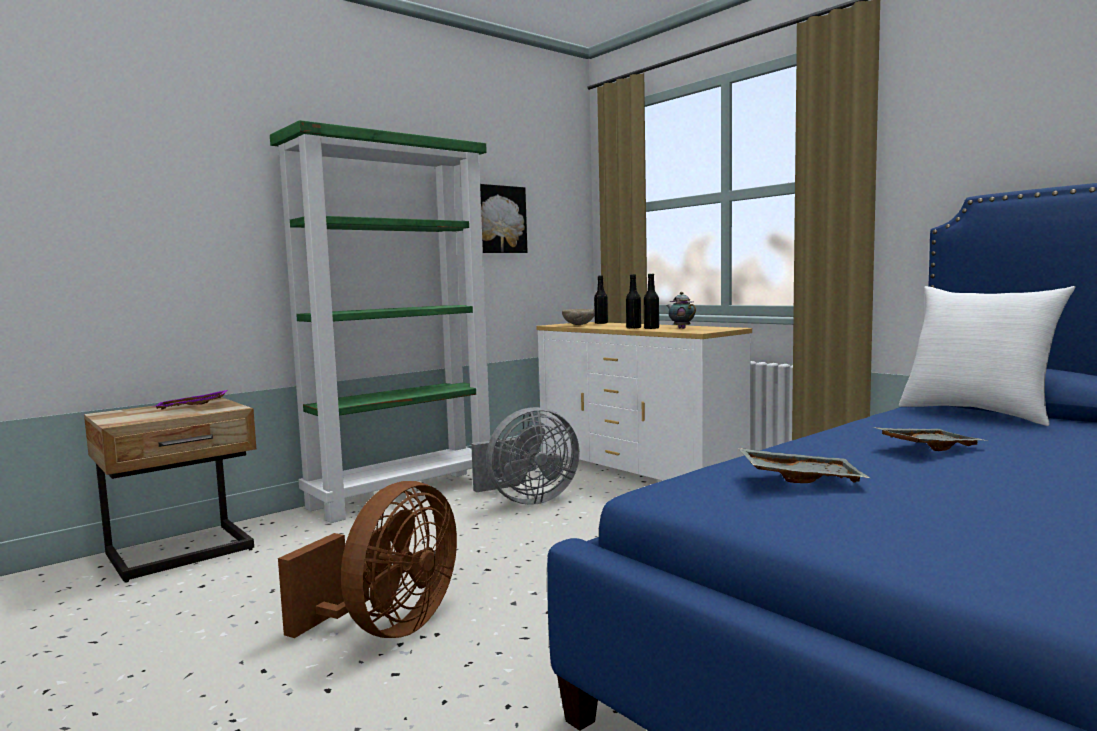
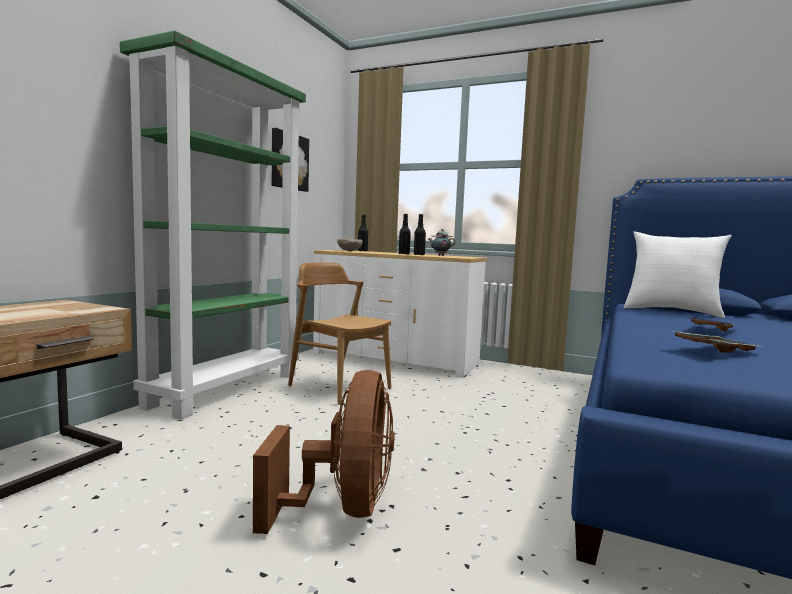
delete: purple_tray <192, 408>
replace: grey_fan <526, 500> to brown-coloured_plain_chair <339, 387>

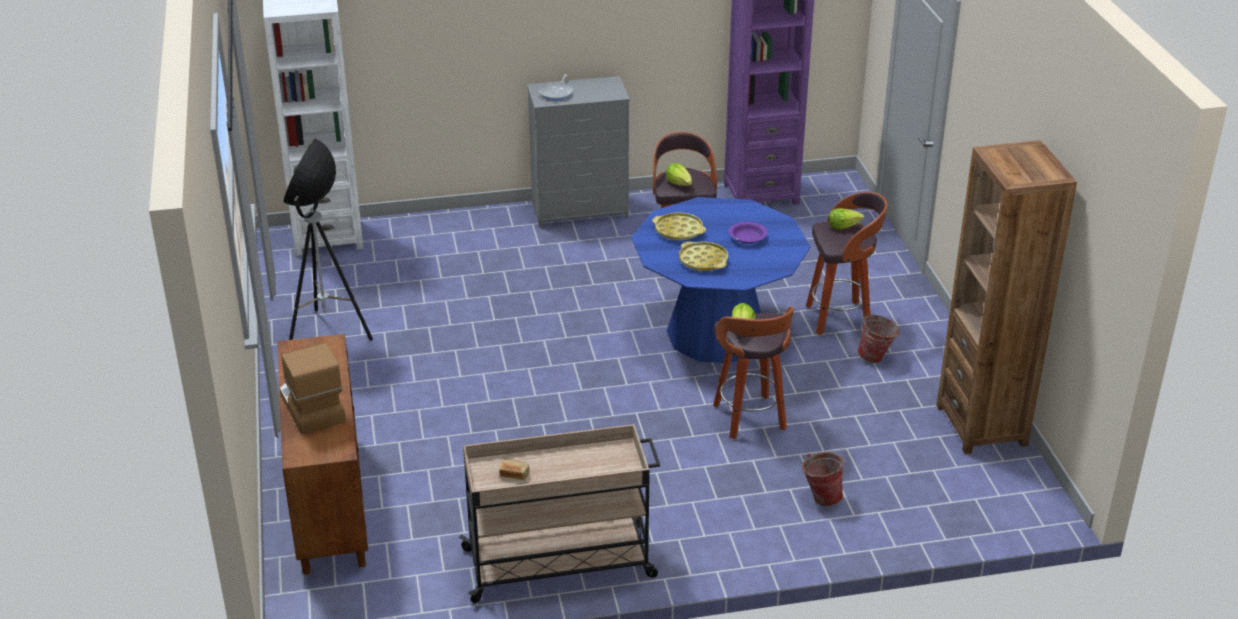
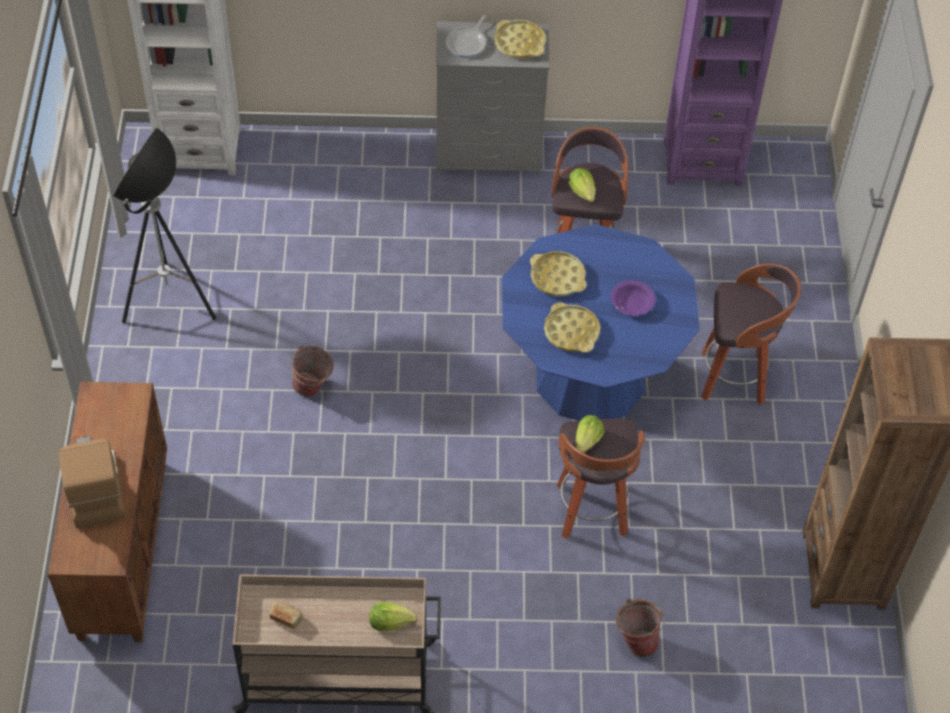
insert: yellowish_tray <519, 43>
move: head_of_lettuce <843, 226> to <391, 621>; water_bucket <876, 358> to <313, 389>

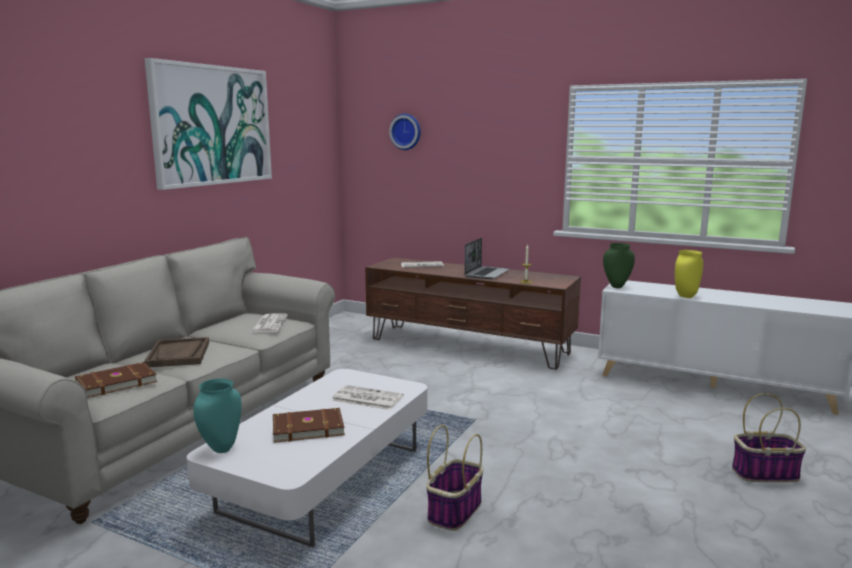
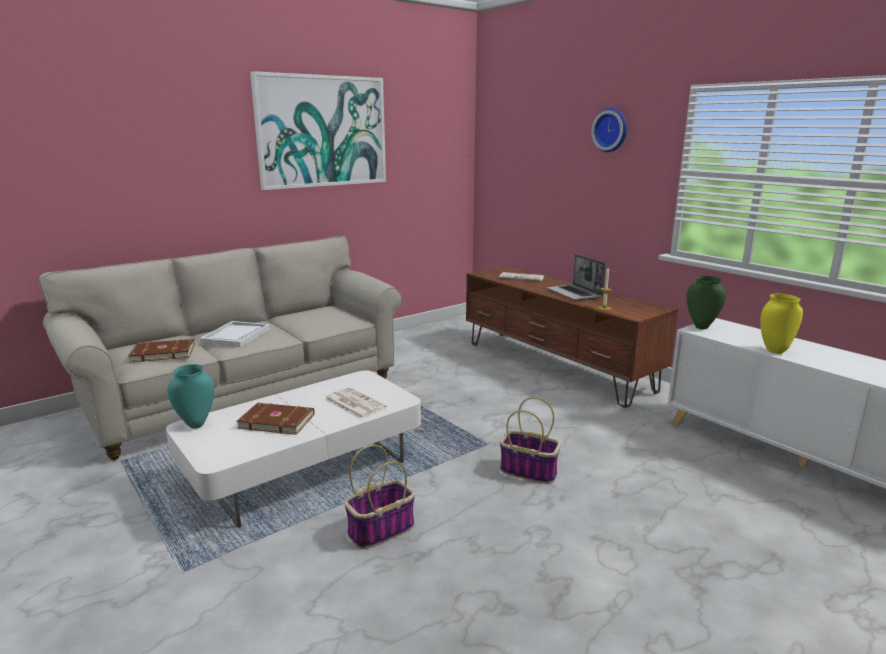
delete: printed_paper <269, 324>
move: clock_on_the_wall <406, 132> to <611, 130>; household_basket <765, 473> to <529, 471>
recolor: brown-coloured_tray <178, 354> to white-coloured_tray <236, 336>
rotate: portable_computer <486, 273> = <575, 294> 105 degrees clockwise

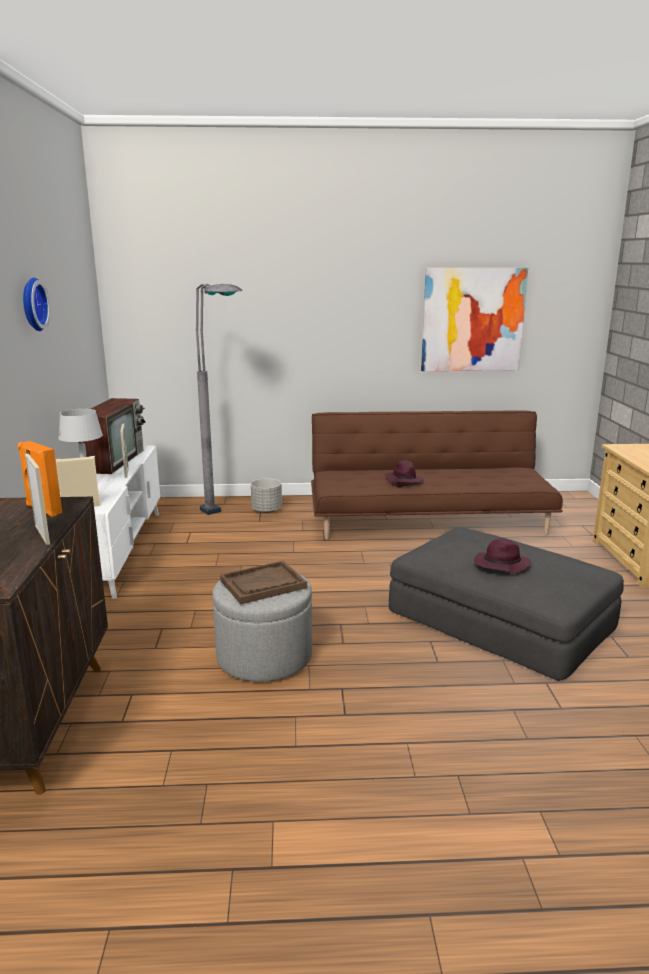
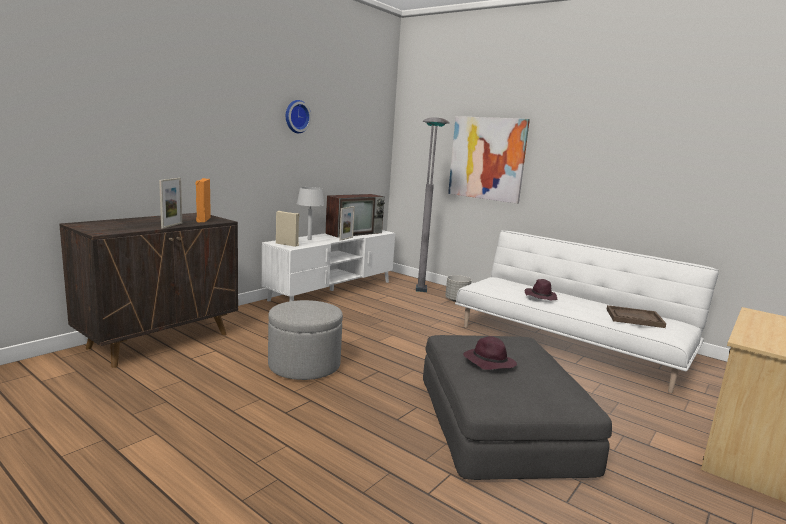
move: brown-coloured_tray <263, 584> to <634, 318>; wall_art <472, 320> to <487, 158>
recolor: brown-coloured_sofa <427, 520> to white-coloured_sofa <569, 344>

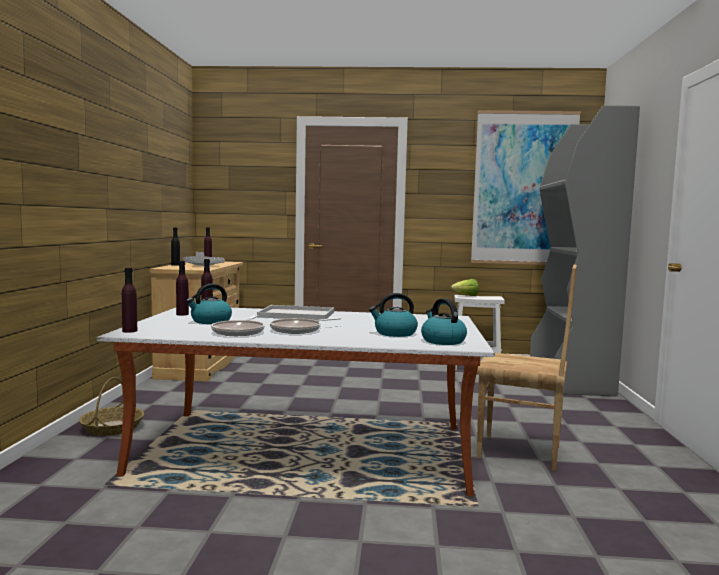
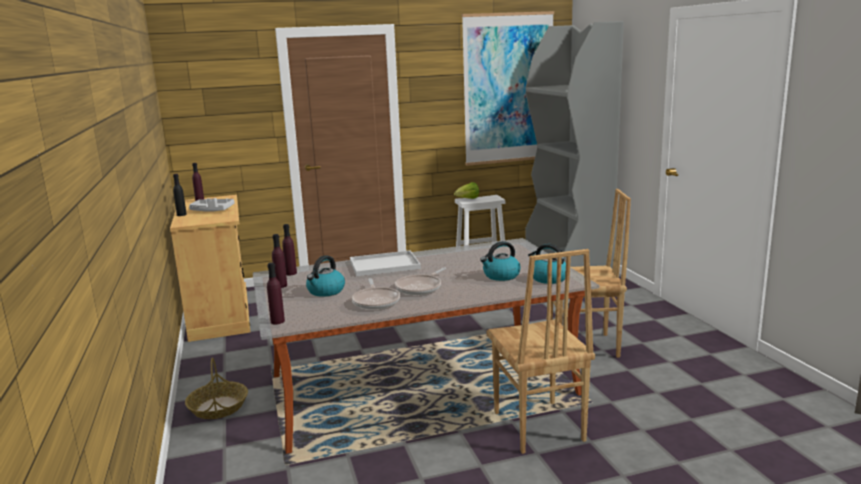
insert: brown-coloured_plain_chair <537, 427>

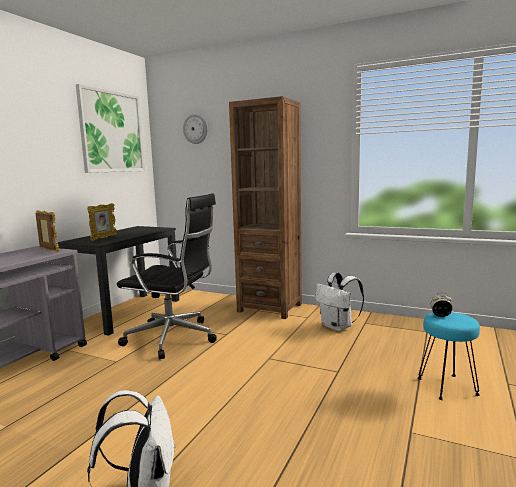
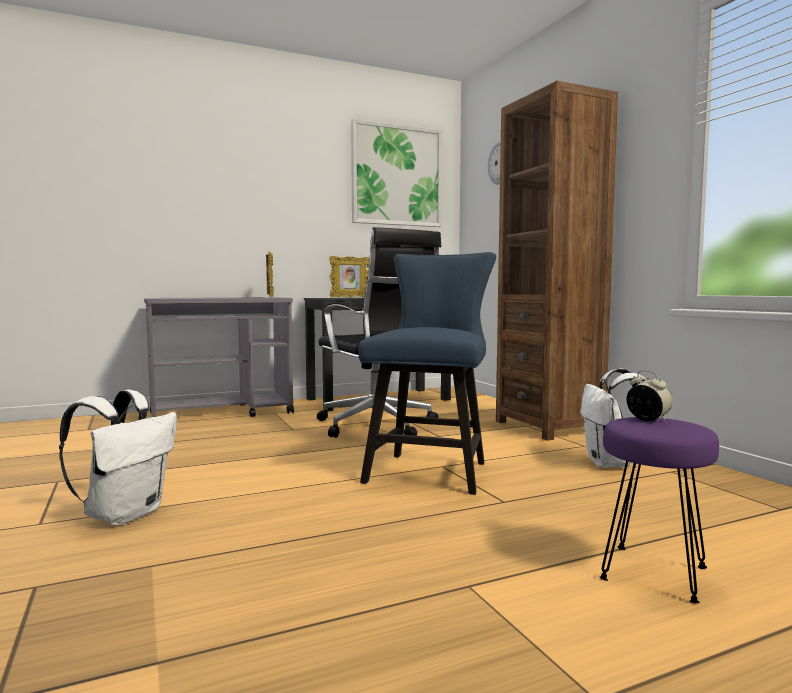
insert: bluish_plain_chair <431, 470>
recolor: turquoise-coloured_stool <446, 387> to purple_stool <652, 572>

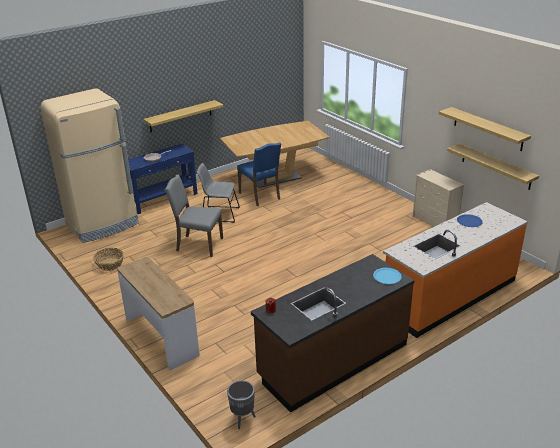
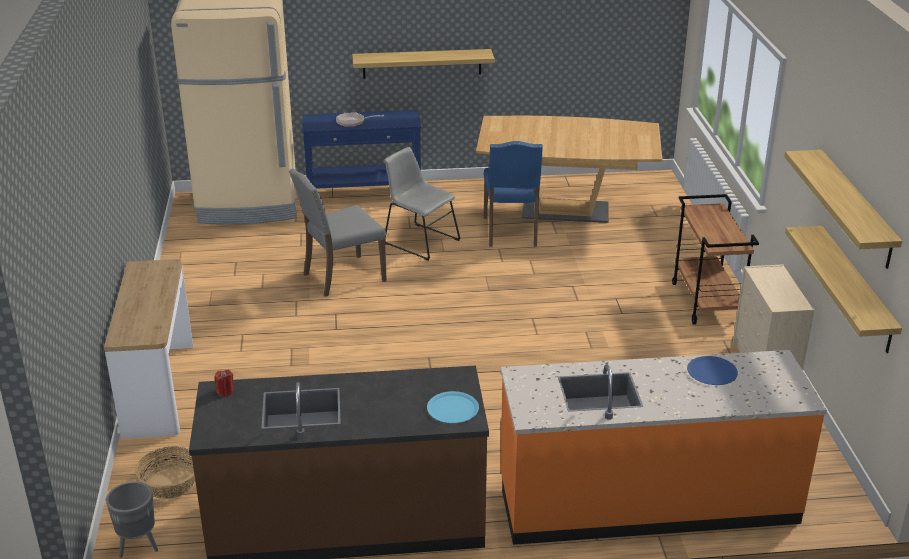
insert: brown-coloured_wheeled_cart <707, 302>
move: household_basket <110, 264> to <170, 483>
rotate: grey_plain_chair <198, 245> = <341, 277> 75 degrees counterclockwise

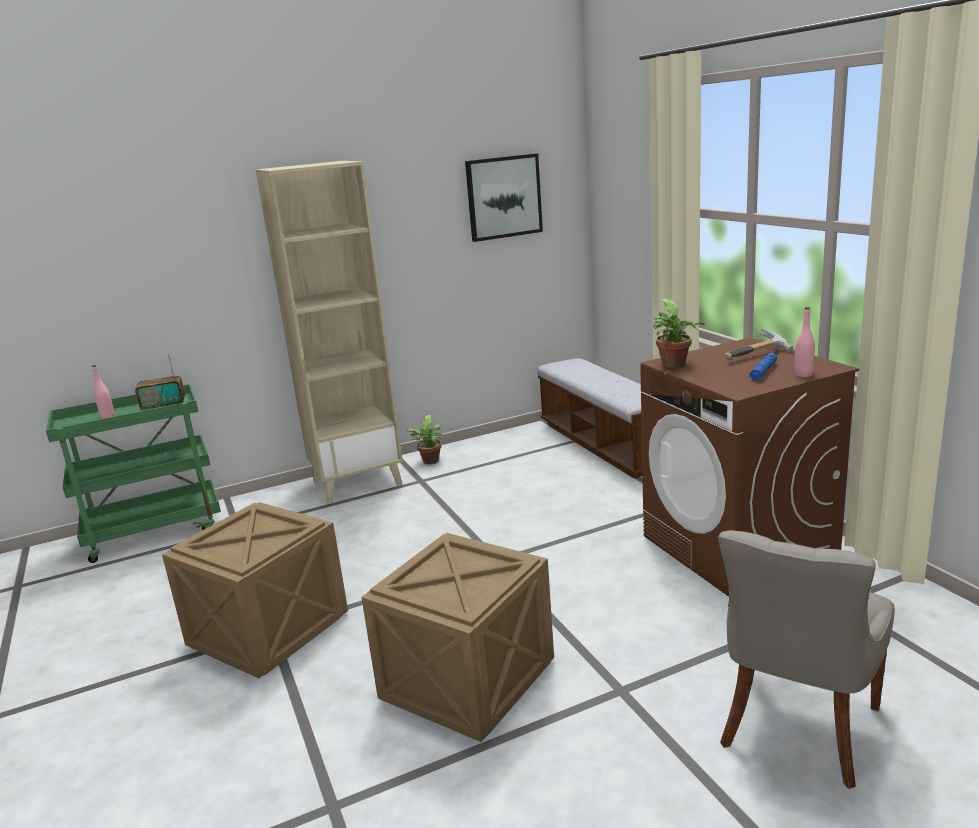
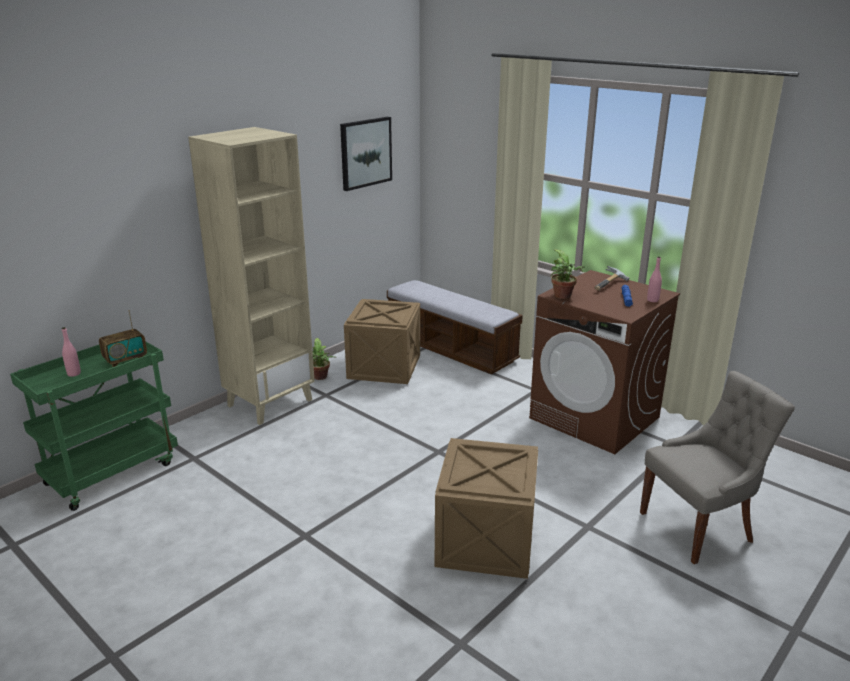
move: packing_crate <267, 631> to <384, 368>
rotate: grey_plain_chair <796, 728> = <699, 527> 120 degrees counterclockwise

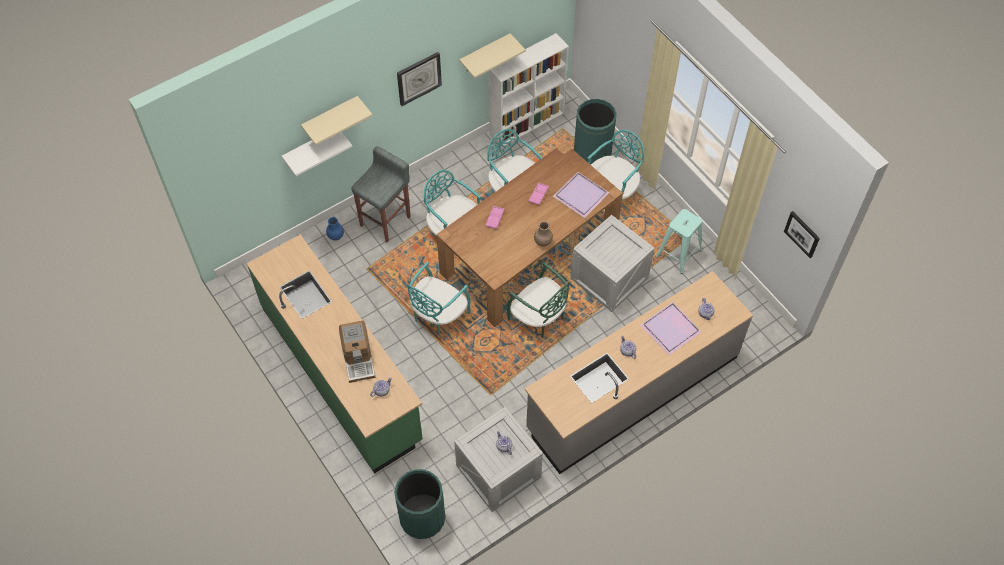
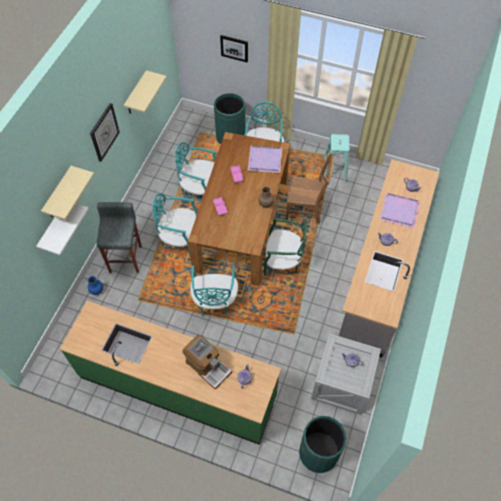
delete: white-coloured_bookcase <527, 123>
move: wall_art <802, 234> to <234, 48>
replace: packing_crate <609, 278> to brown-coloured_plain_chair <306, 209>

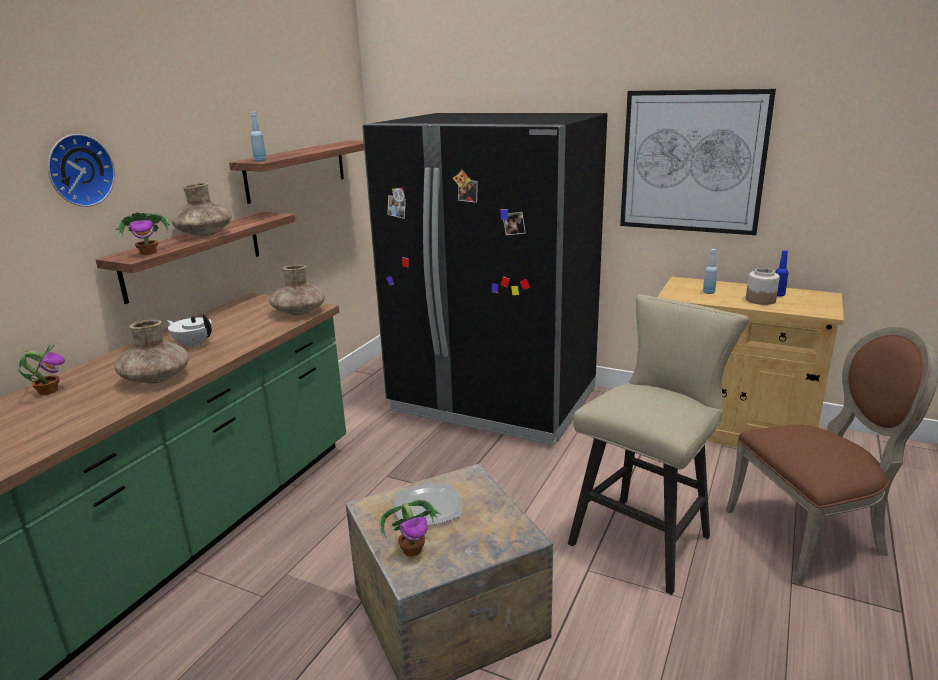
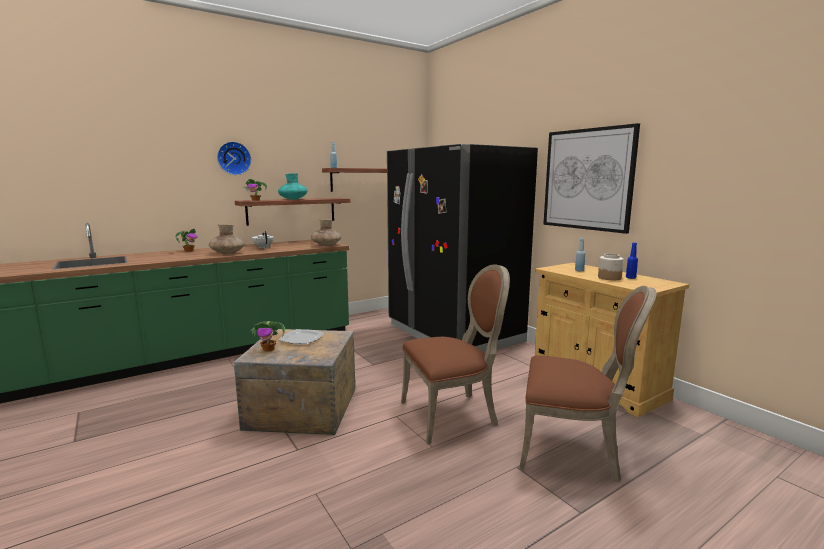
replace: sand-coloured_stool <646, 537> to brown-coloured_plain_chair <452, 414>
recolor: brown-coloured_vase <204, 234> to turquoise-coloured_vase <293, 199>

